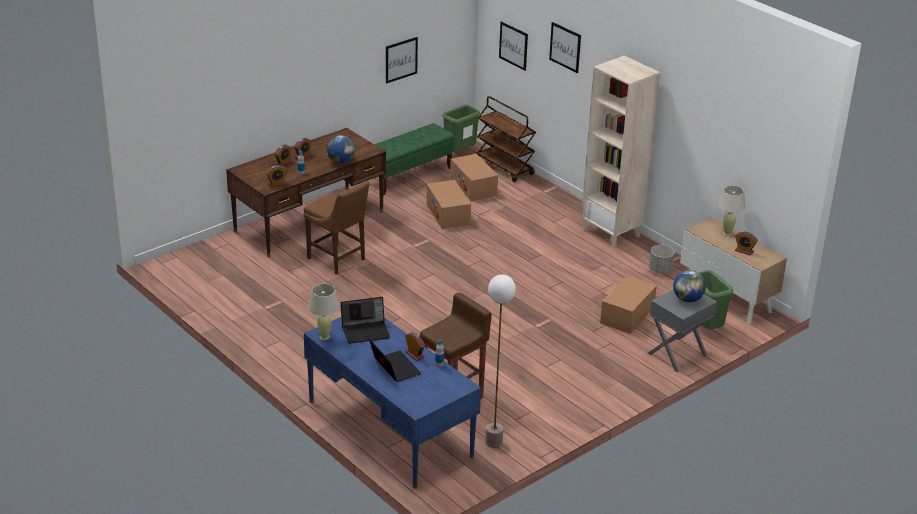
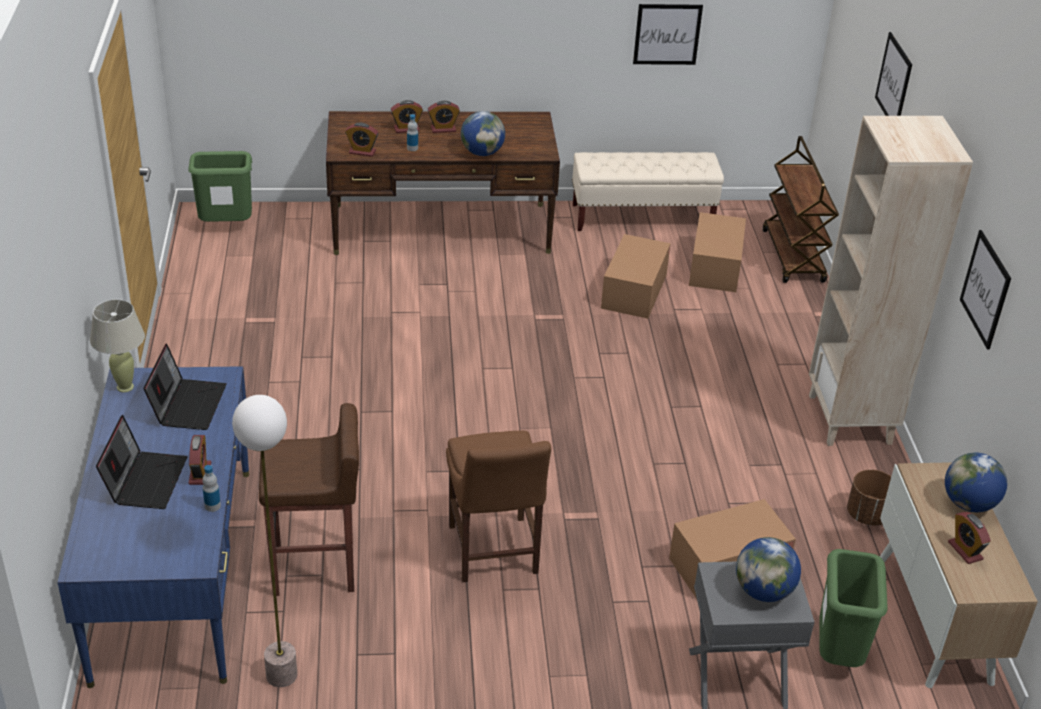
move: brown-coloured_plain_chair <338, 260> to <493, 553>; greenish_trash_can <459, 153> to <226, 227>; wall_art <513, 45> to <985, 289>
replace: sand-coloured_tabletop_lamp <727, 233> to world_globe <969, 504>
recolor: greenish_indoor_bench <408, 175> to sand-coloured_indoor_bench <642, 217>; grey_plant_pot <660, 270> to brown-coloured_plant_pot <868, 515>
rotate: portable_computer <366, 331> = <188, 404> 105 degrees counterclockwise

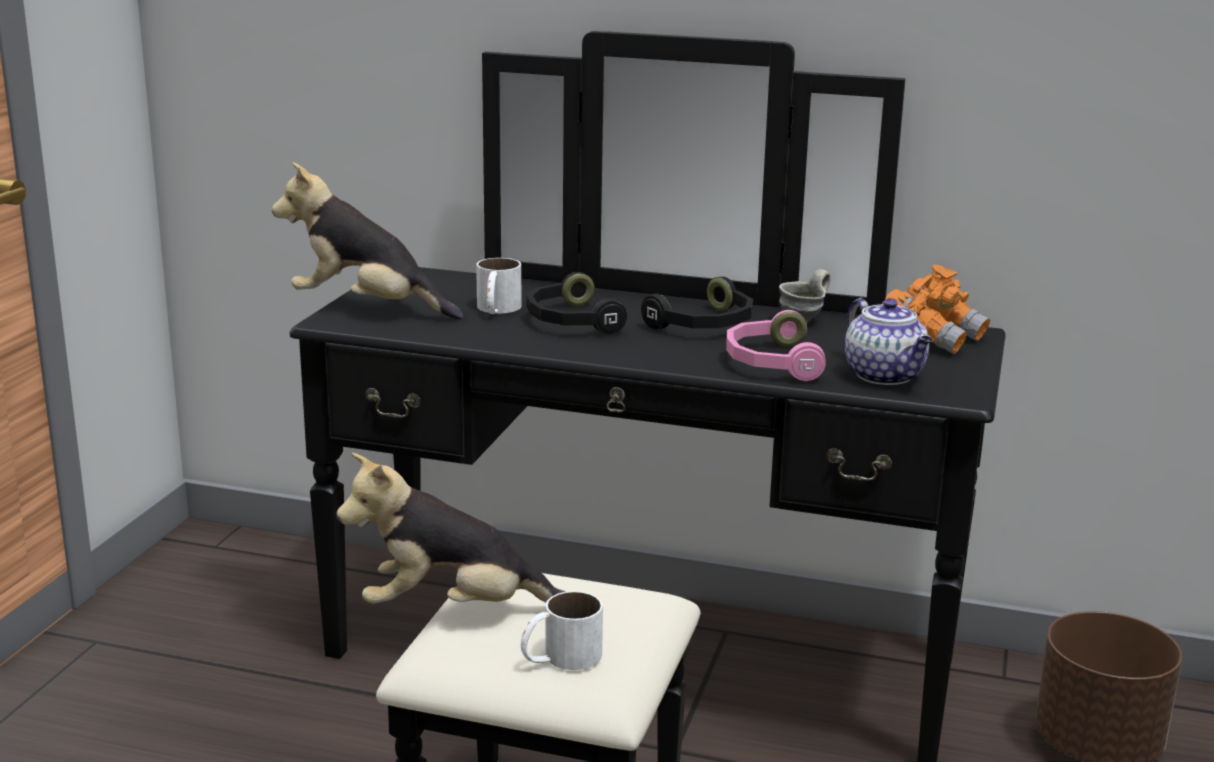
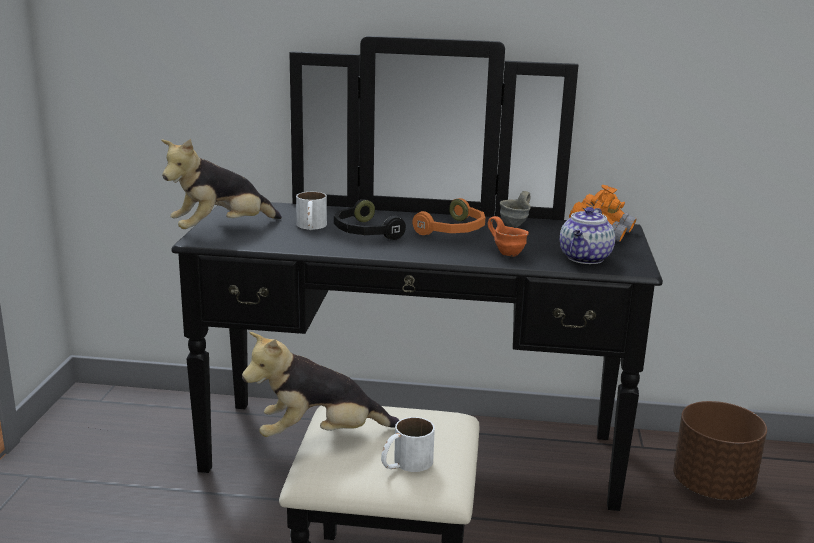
replace: pinkish_headphones <770, 362> to orangey_coffee_mug <507, 253>
recolor: black-coloured_headphones <706, 325> to orangey_headphones <454, 231>
rotate: plush_toy <367, 309> = <221, 230> 45 degrees counterclockwise; tea_pot <886, 376> = <585, 258> 60 degrees clockwise

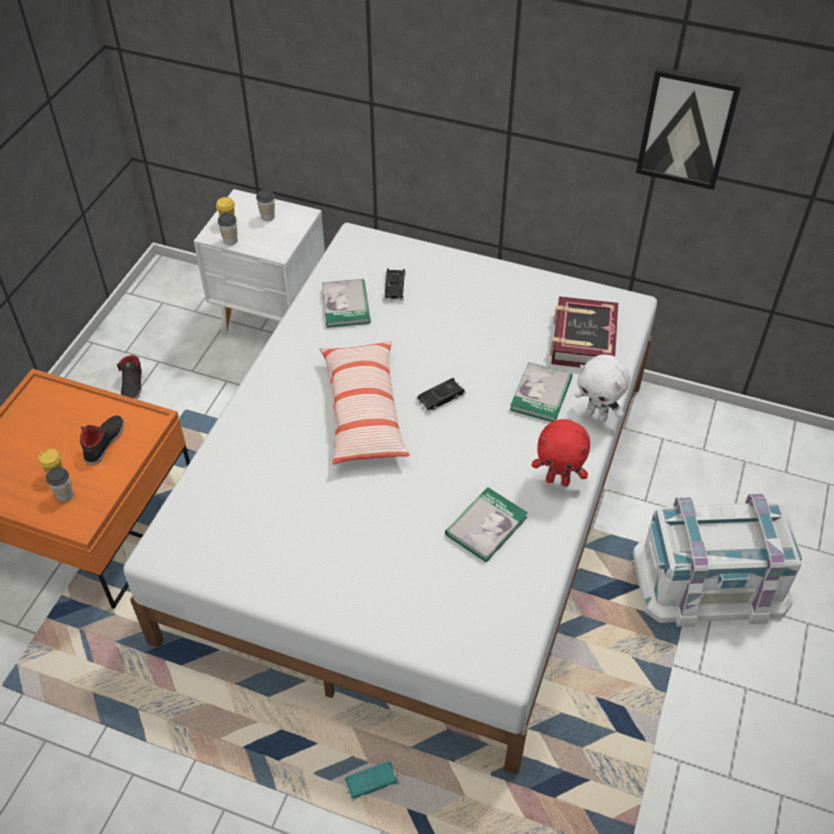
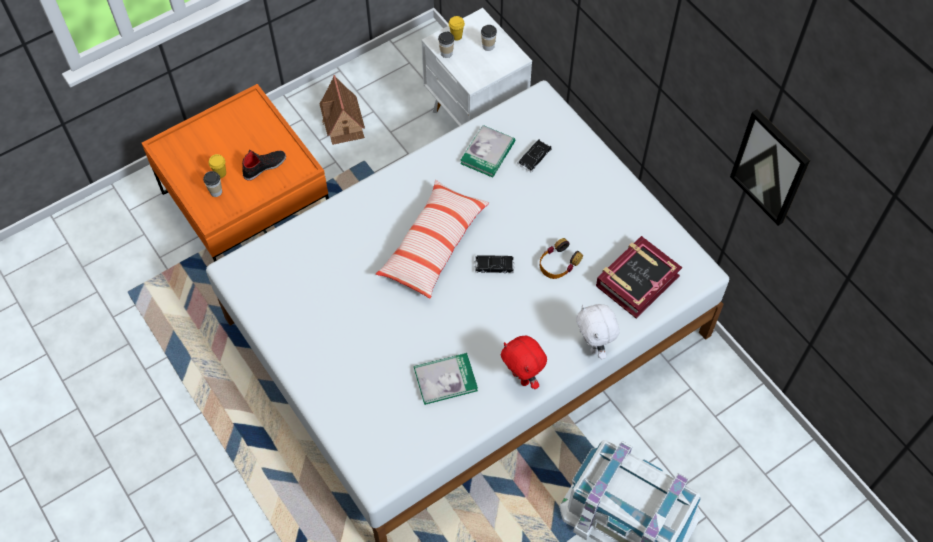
delete: turquoise-coloured_model_car <371, 782>; volume <541, 394>
insert: headphones <558, 263>
replace: black-coloured_low_shoe <133, 386> to miniature_house <343, 121>

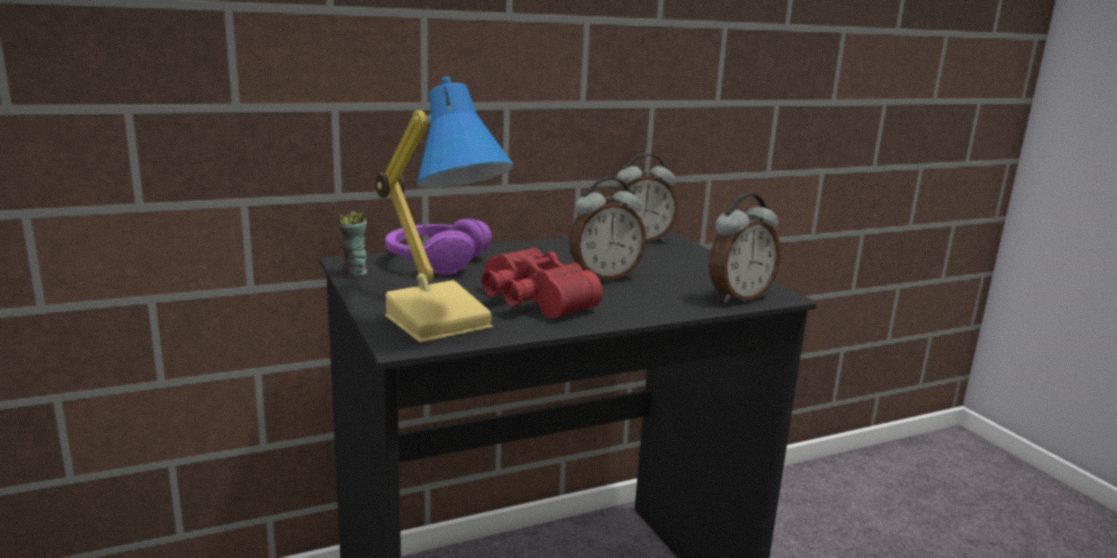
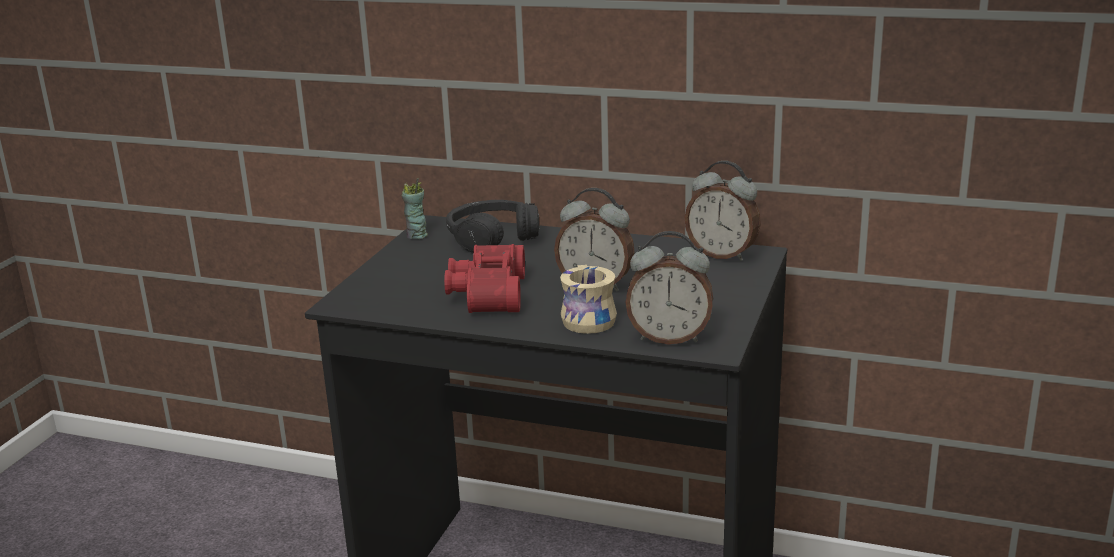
delete: tabletop_lamp <441, 319>
insert: sand-coloured_coffee_mug <583, 318>
recolor: purple_headphones <435, 261> to black-coloured_headphones <492, 238>

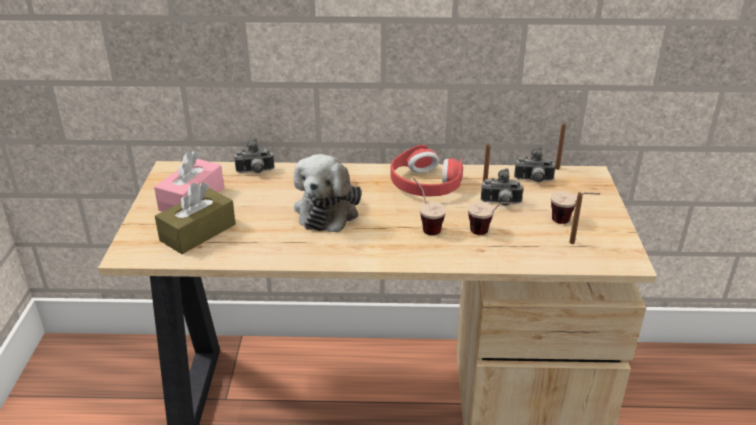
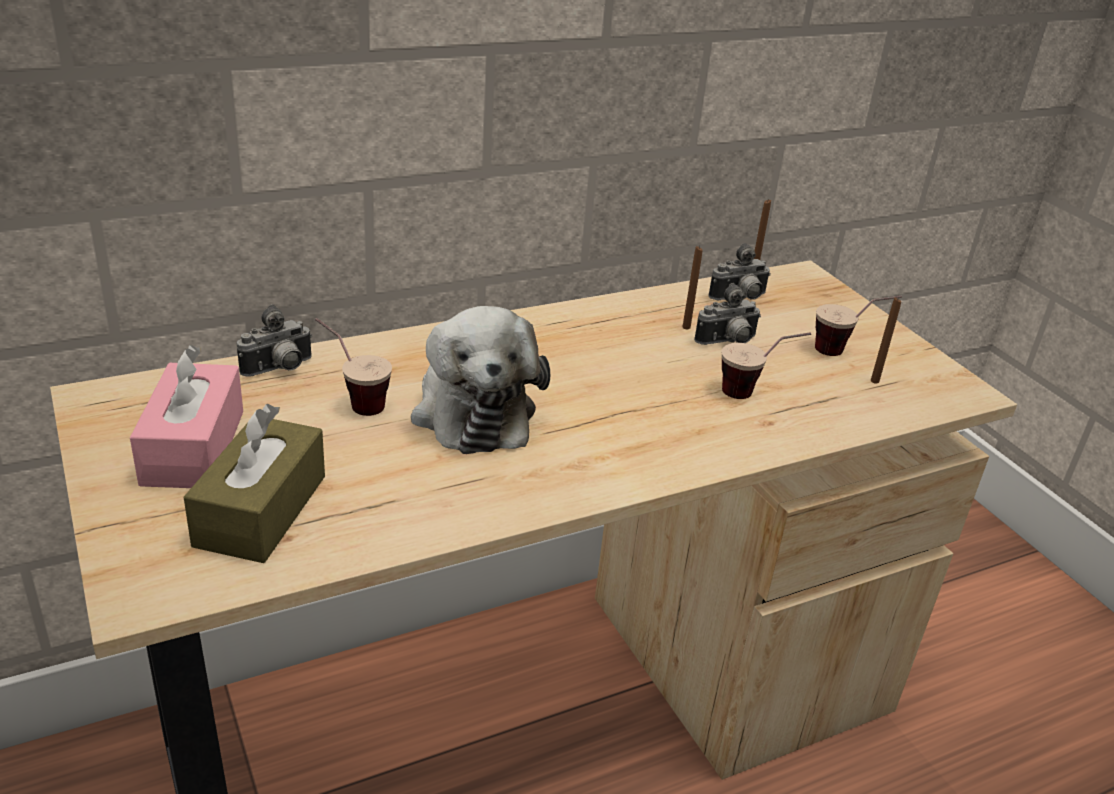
delete: reddish_headphones <425, 184>
move: drinking_cup <425, 225> to <352, 401>

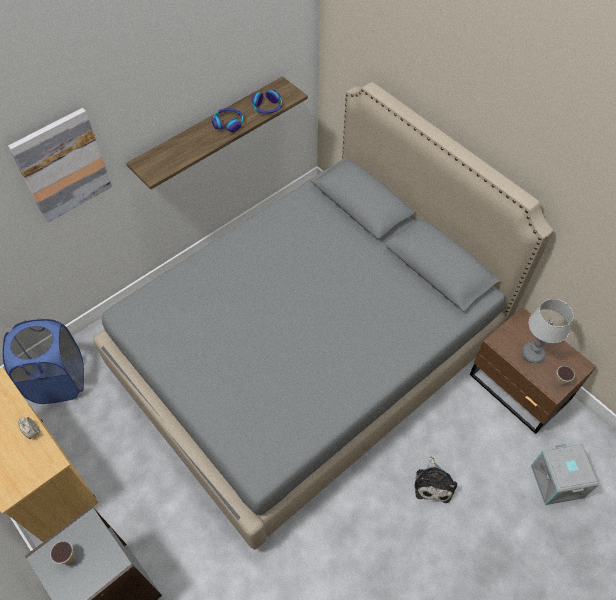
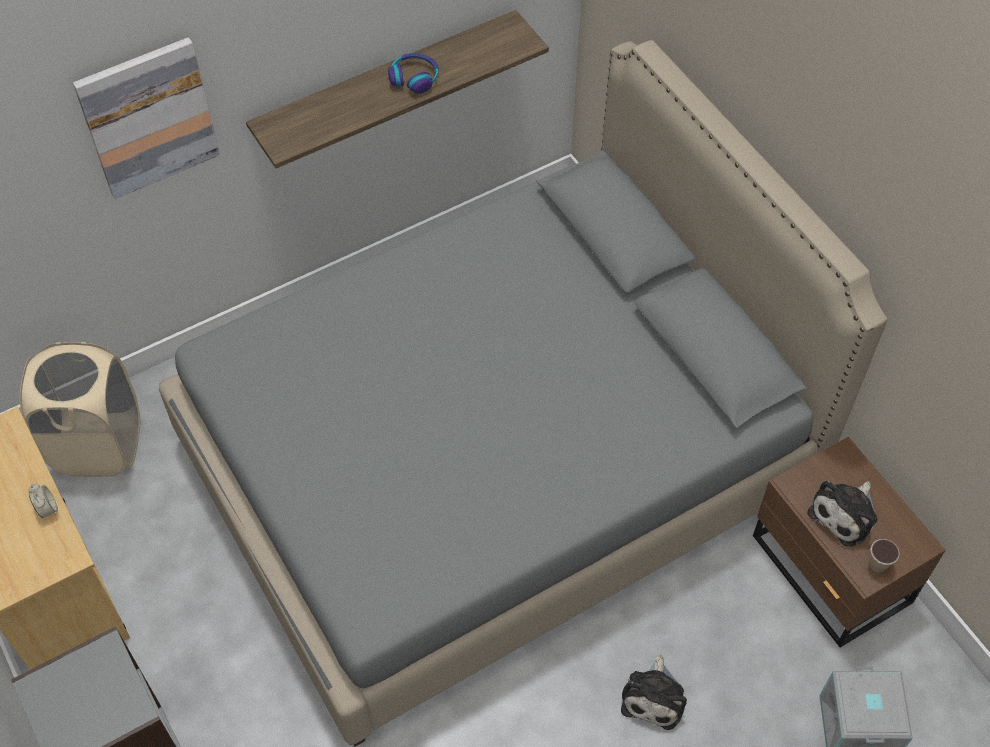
delete: drinking_cup <68, 557>; headphones <267, 107>
replace: tabletop_lamp <533, 354> to plush_toy <845, 514>
recolor: bluish_washing_basket <59, 381> to sand-coloured_washing_basket <98, 445>

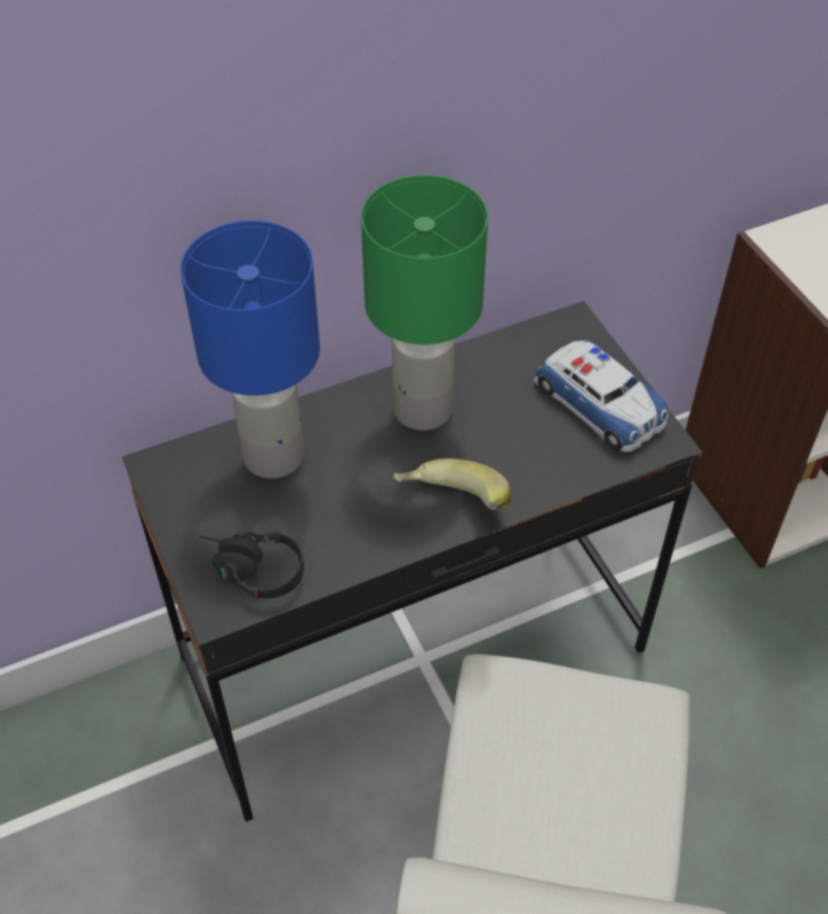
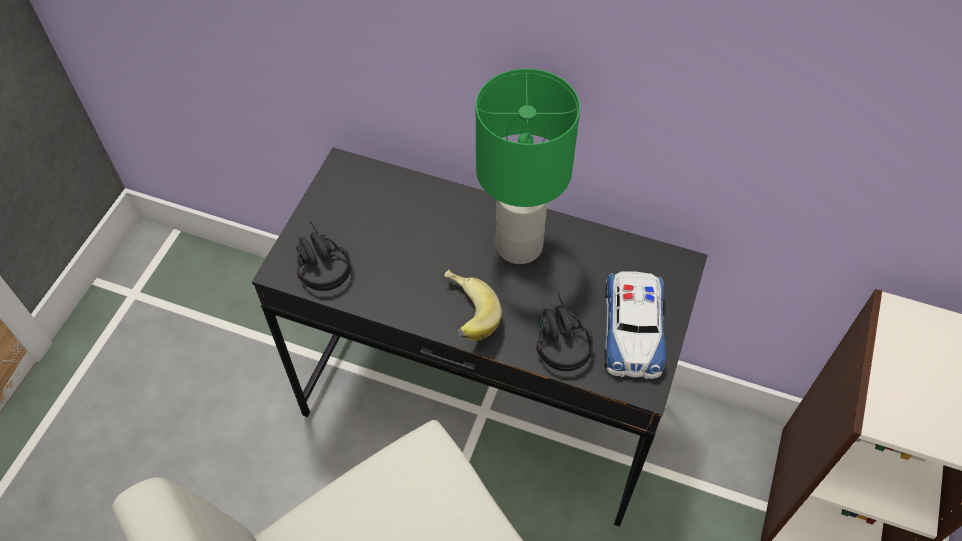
delete: bluish_tabletop_lamp <273, 455>
insert: black-coloured_headphones <558, 337>

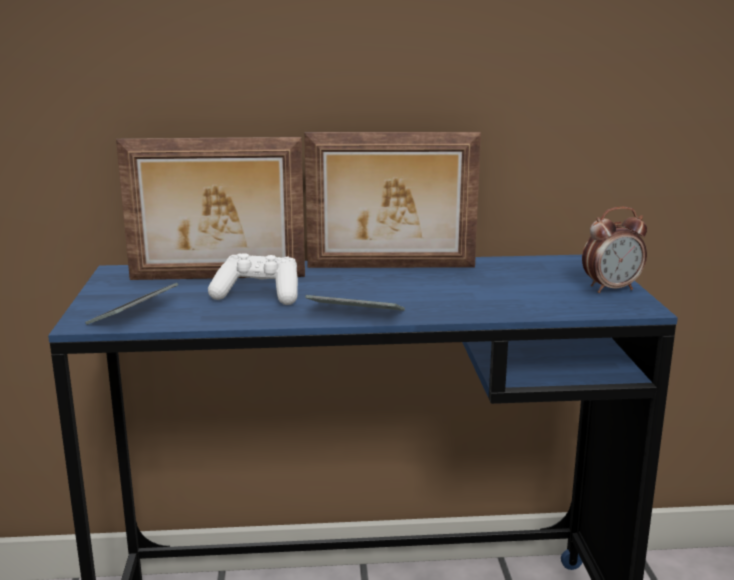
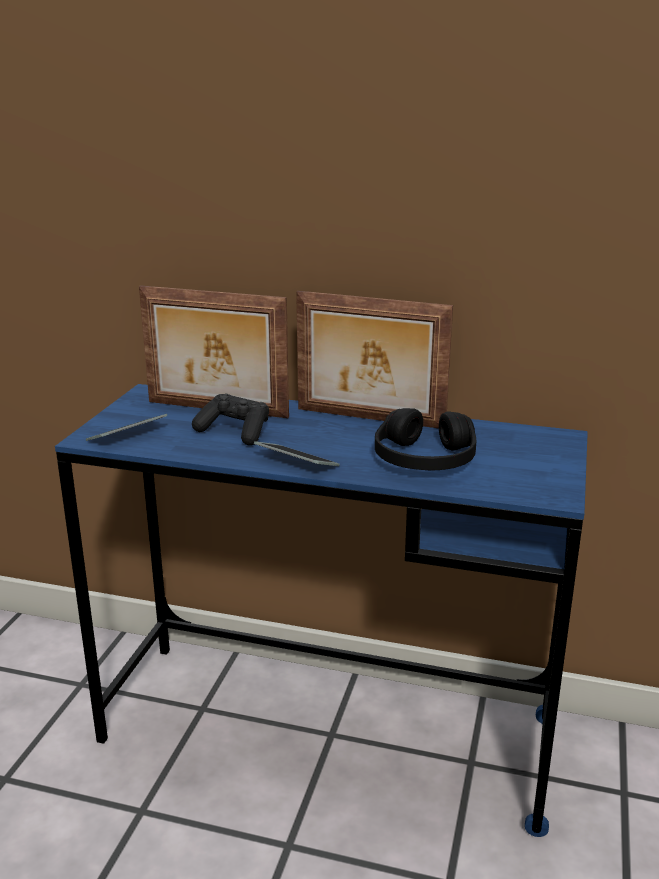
delete: table_clock <611, 289>
insert: black-coloured_headphones <424, 459>
recolor: white-coloured_gamepad <259, 295> to black-coloured_gamepad <235, 432>

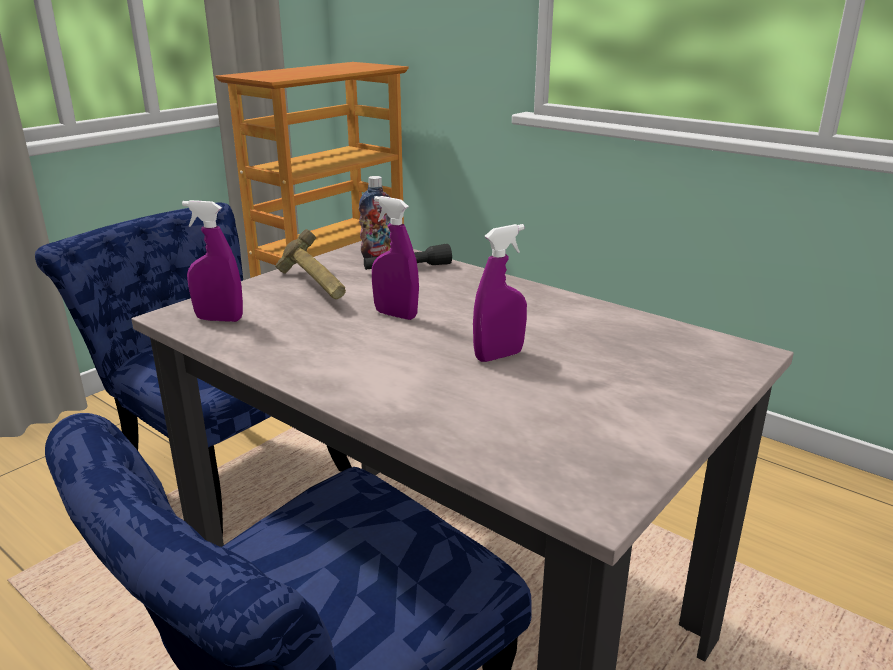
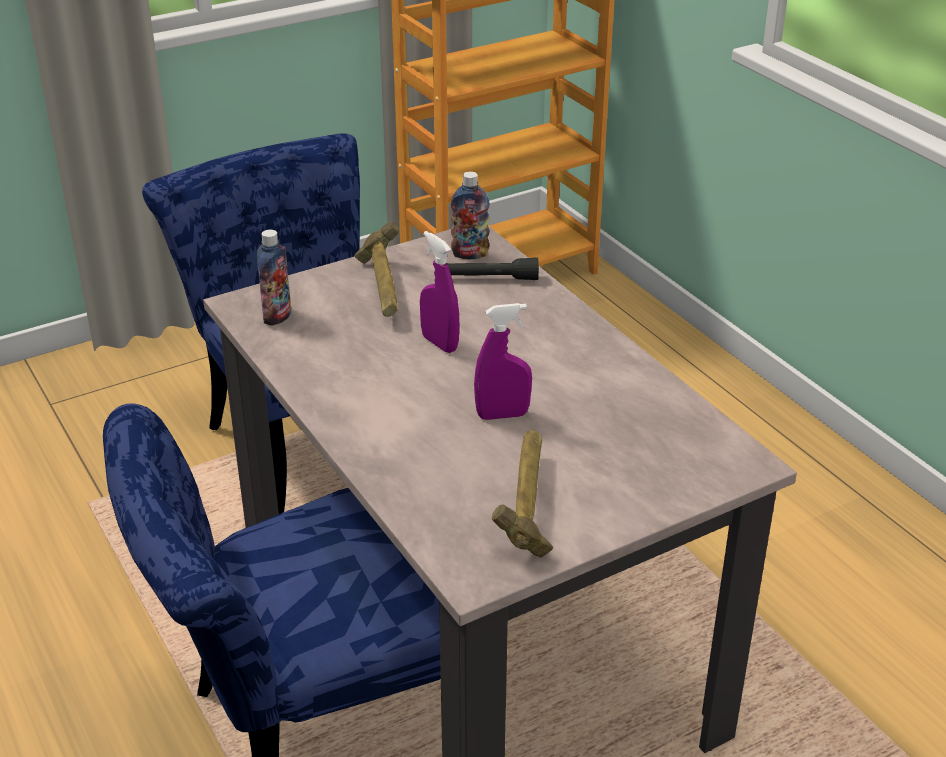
insert: hand_hammer <527, 506>
replace: purple_sprayer <219, 319> to beverage_bottle <277, 316>

